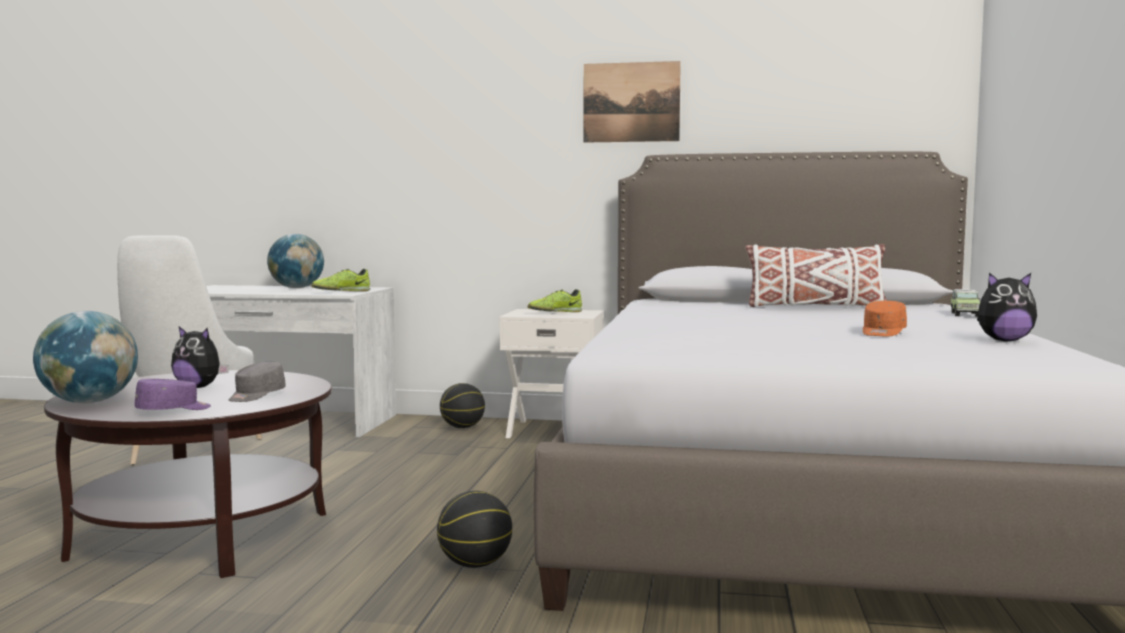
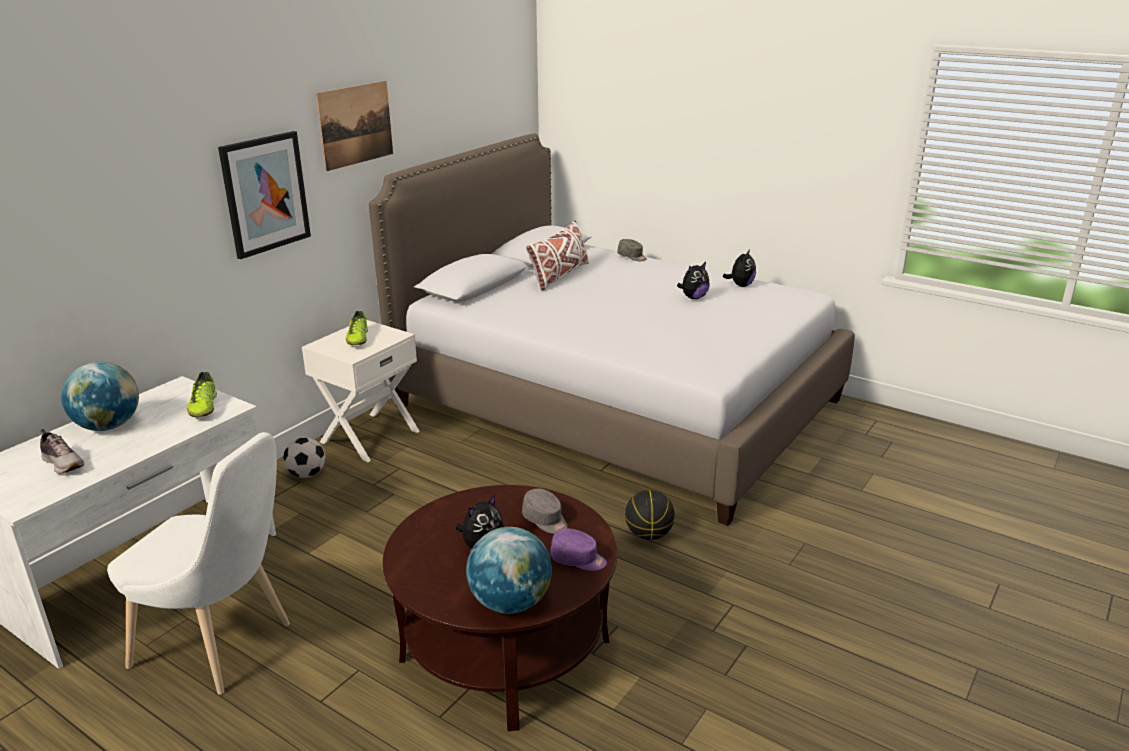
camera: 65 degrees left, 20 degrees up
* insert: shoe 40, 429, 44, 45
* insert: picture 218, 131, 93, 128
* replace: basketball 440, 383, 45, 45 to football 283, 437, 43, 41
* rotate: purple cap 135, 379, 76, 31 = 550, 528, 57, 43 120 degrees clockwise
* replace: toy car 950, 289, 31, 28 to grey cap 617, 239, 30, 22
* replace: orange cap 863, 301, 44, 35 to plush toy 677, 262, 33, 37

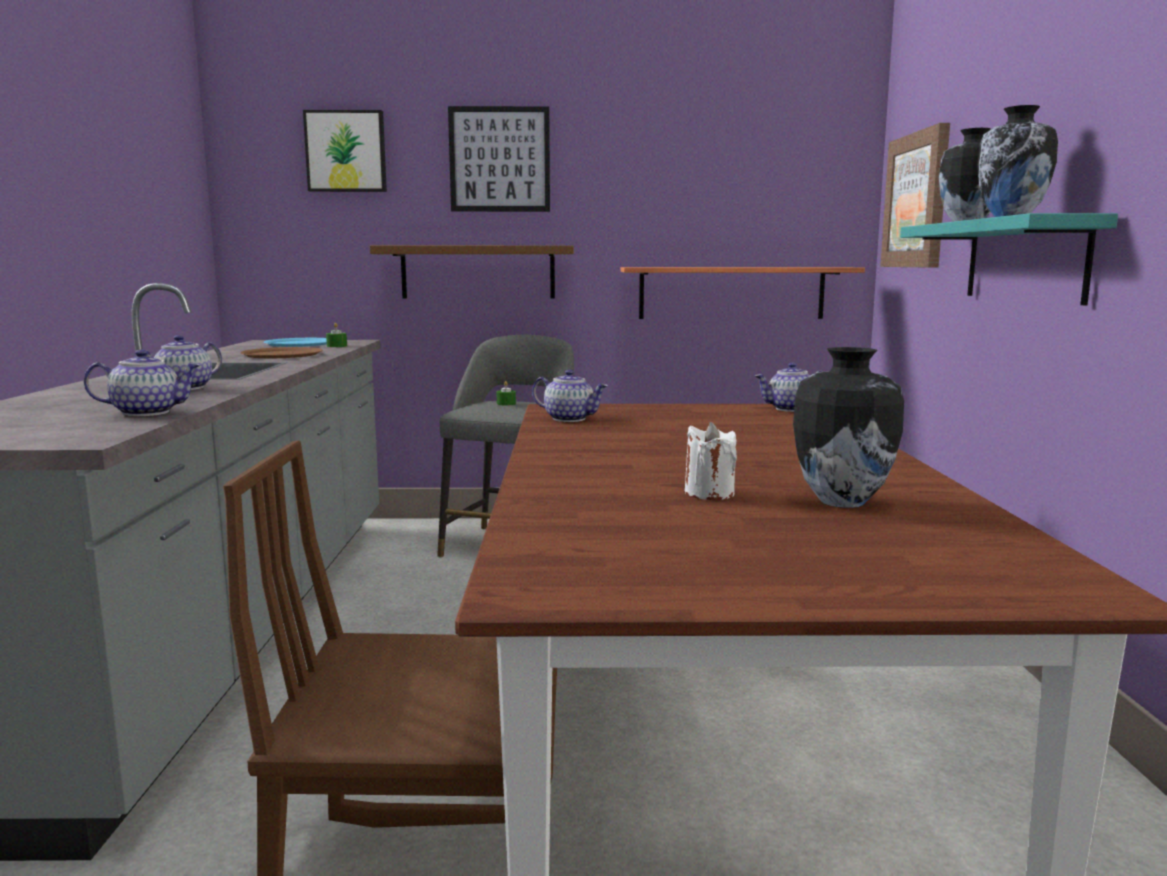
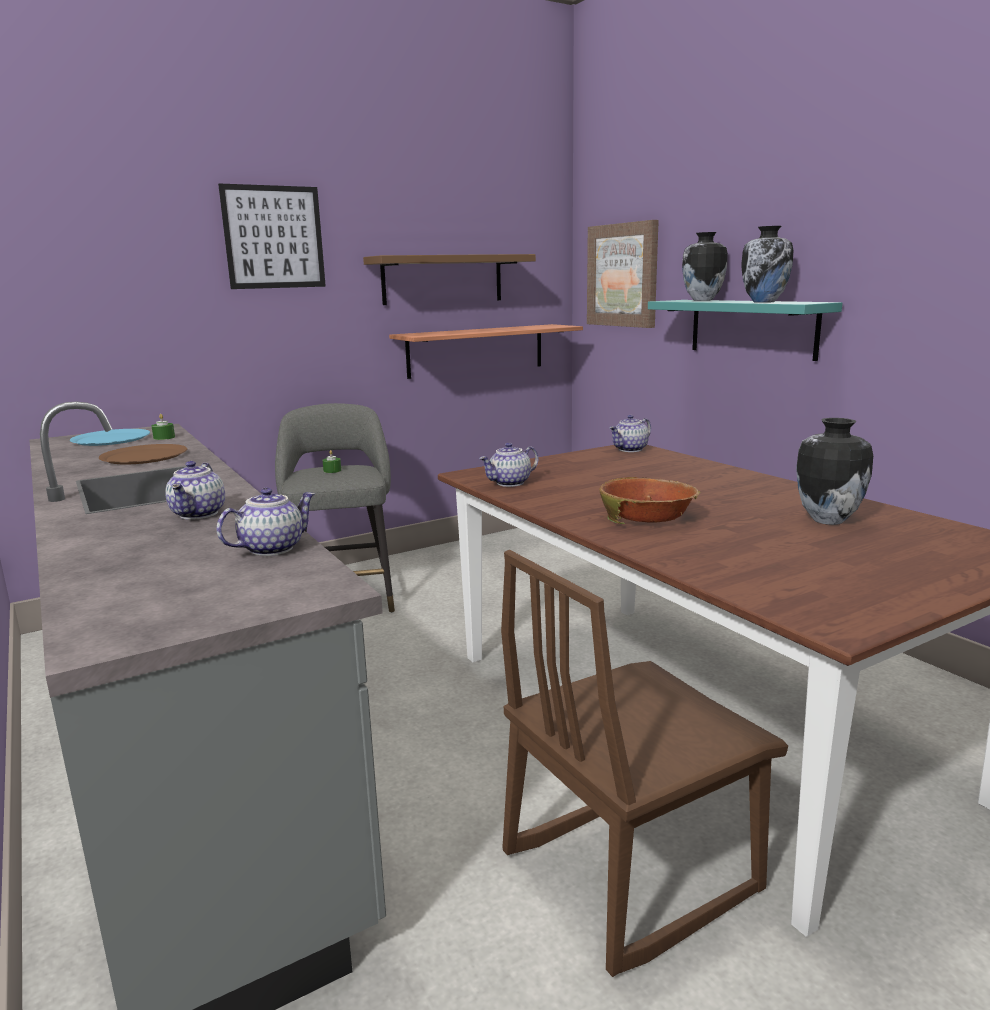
camera: 30 degrees left, 5 degrees up
* move: brown shelf 370, 245, 204, 54 to 363, 254, 173, 51
* rotate: teapot 532, 370, 76, 52 = 479, 442, 60, 45 150 degrees clockwise
* insert: bowl 600, 477, 101, 47
* delete: picture 303, 110, 84, 82
* delete: white candle 685, 422, 52, 78

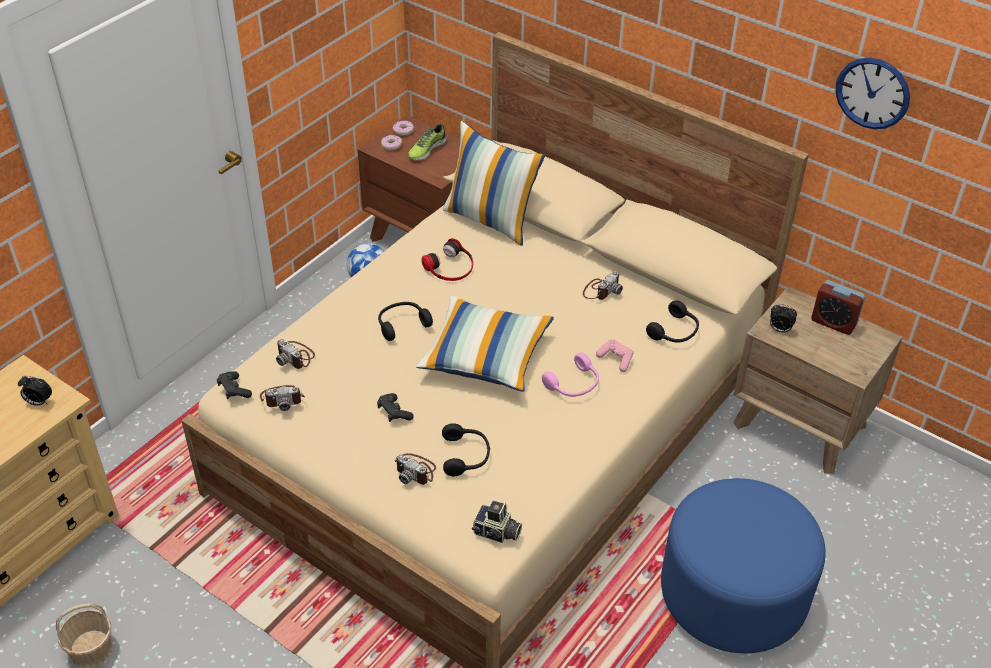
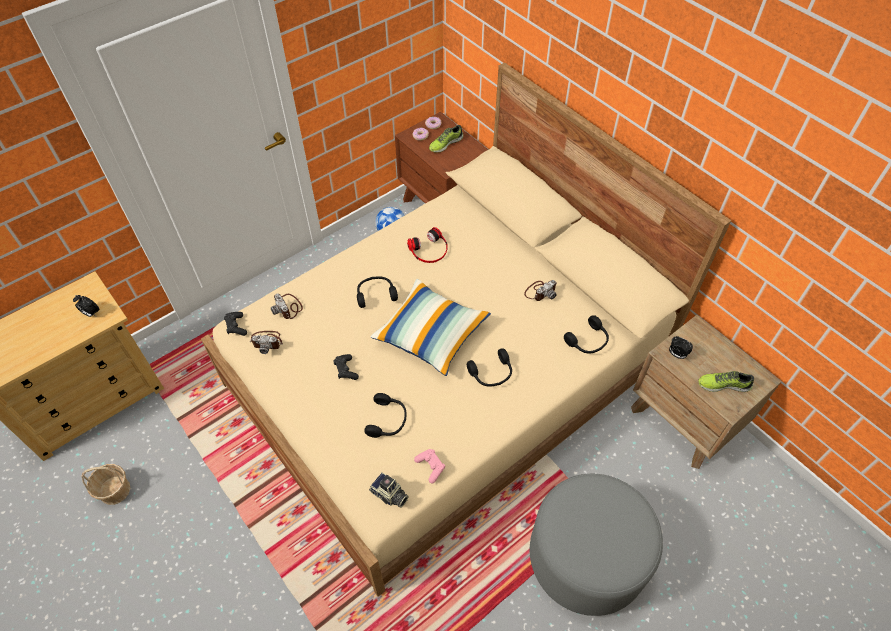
camera: 15 degrees right, 10 degrees up
* move: pink game controller 596, 339, 38, 33 to 414, 449, 31, 35
* recolor: pink headphones 542, 352, 57, 45 to black headphones 467, 348, 45, 39
* recolor: blue ottoman 661, 478, 165, 175 to grey ottoman 530, 474, 133, 142
* insert: shoe 698, 371, 56, 21
* delete: photo camera 395, 453, 41, 32
* delete: pillow 443, 121, 102, 125
* delete: alarm clock 811, 280, 54, 55
* delete: wall clock 835, 58, 75, 71

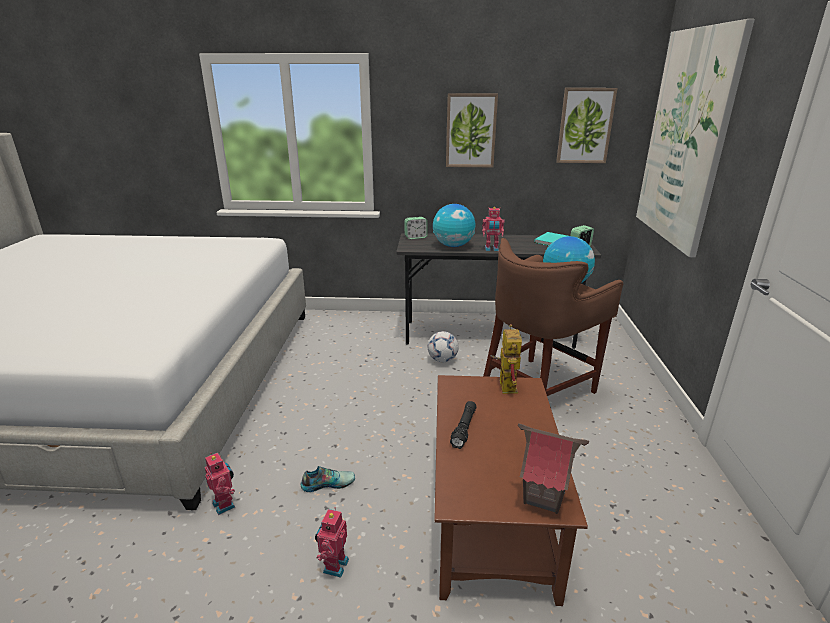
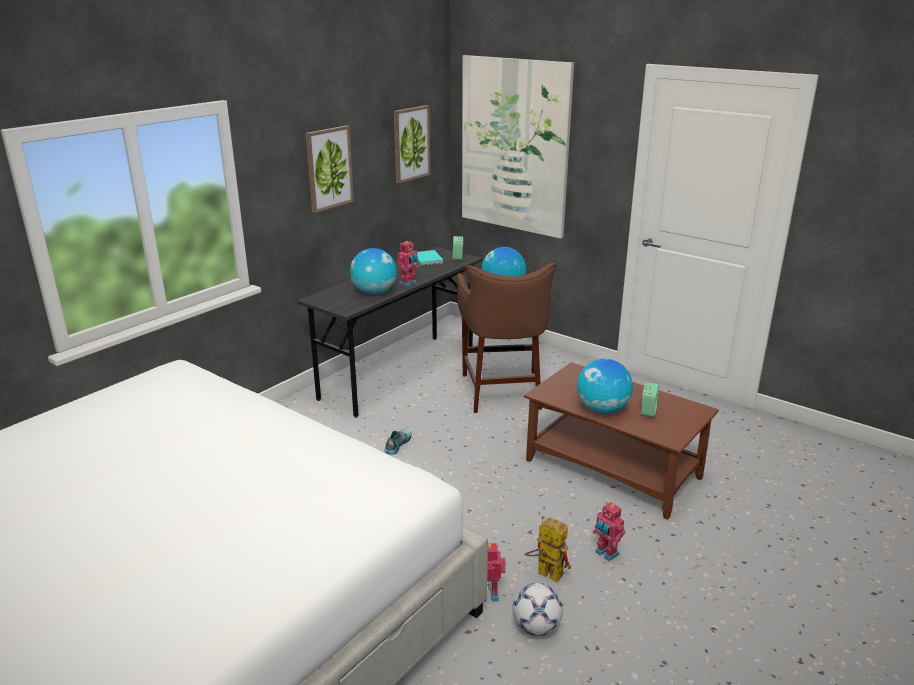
camera: 55 degrees left, 0 degrees up
* move: shoe 301, 466, 54, 26 to 384, 428, 27, 27
* move: football 428, 331, 31, 31 to 512, 583, 51, 53
* move: toy robot 490, 324, 32, 70 to 525, 516, 46, 67
* replace: black flashlight 450, 401, 26, 48 to globe 577, 359, 56, 55
* move: alarm clock 404, 217, 24, 22 to 641, 382, 18, 35
* delete: toy house 518, 424, 71, 90

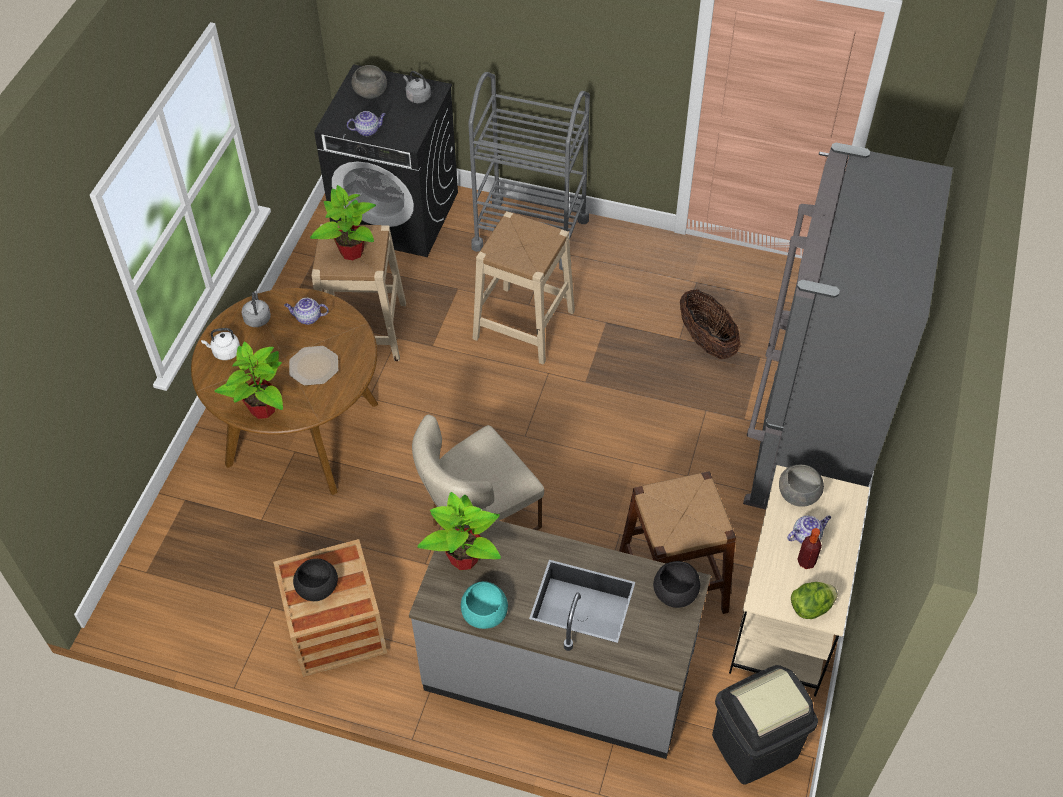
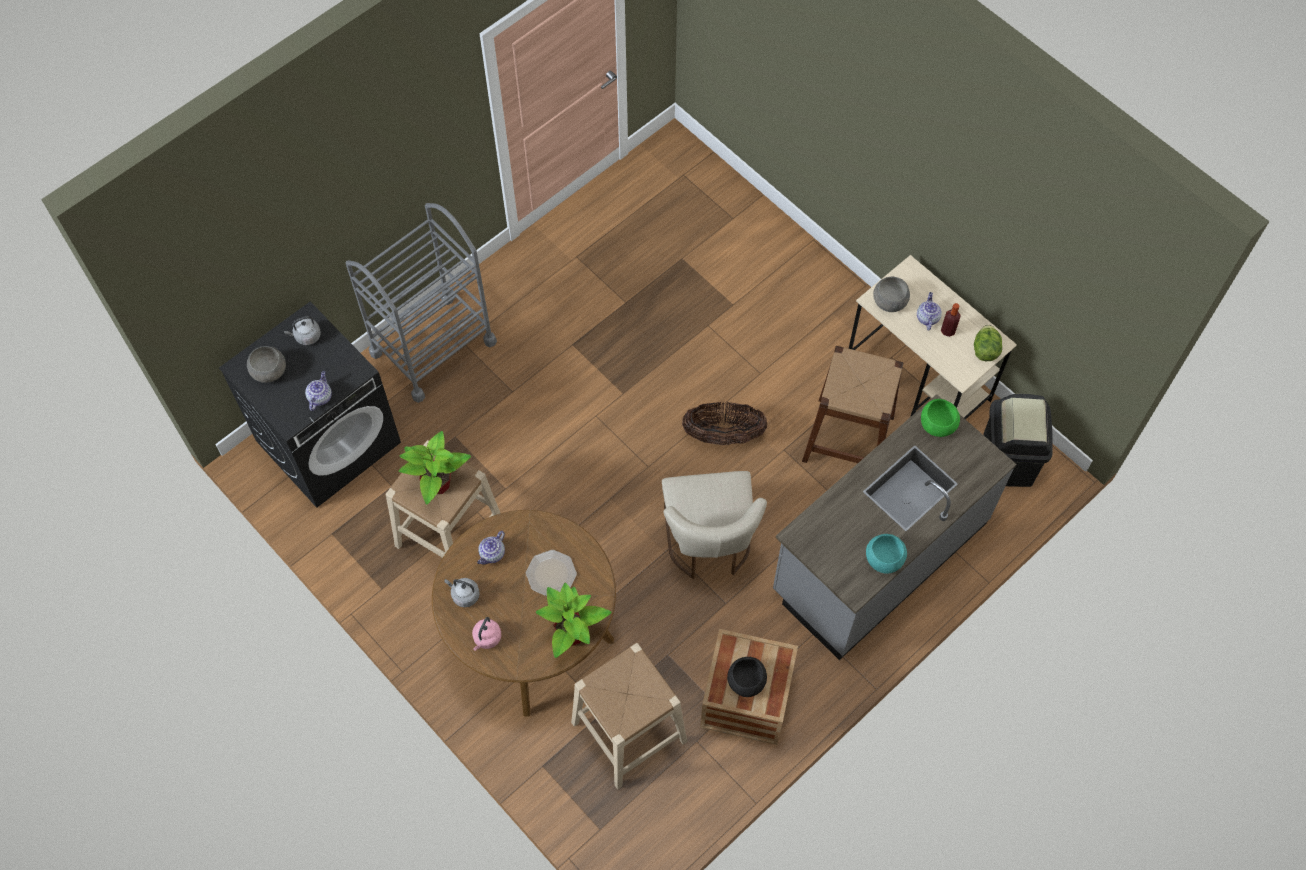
camera: 60 degrees left, 10 degrees up
* recolor: white kettle 201, 328, 39, 32 to pink kettle 472, 617, 29, 34
* move: beige stool 473, 211, 102, 154 to 571, 643, 117, 146
* move: basket 680, 289, 61, 70 to 682, 402, 85, 43
* recolor: black bowl 653, 561, 47, 47 to green bowl 921, 399, 39, 38
* delete: potted plant 417, 492, 84, 78
* delete: grey fridge 743, 143, 210, 367

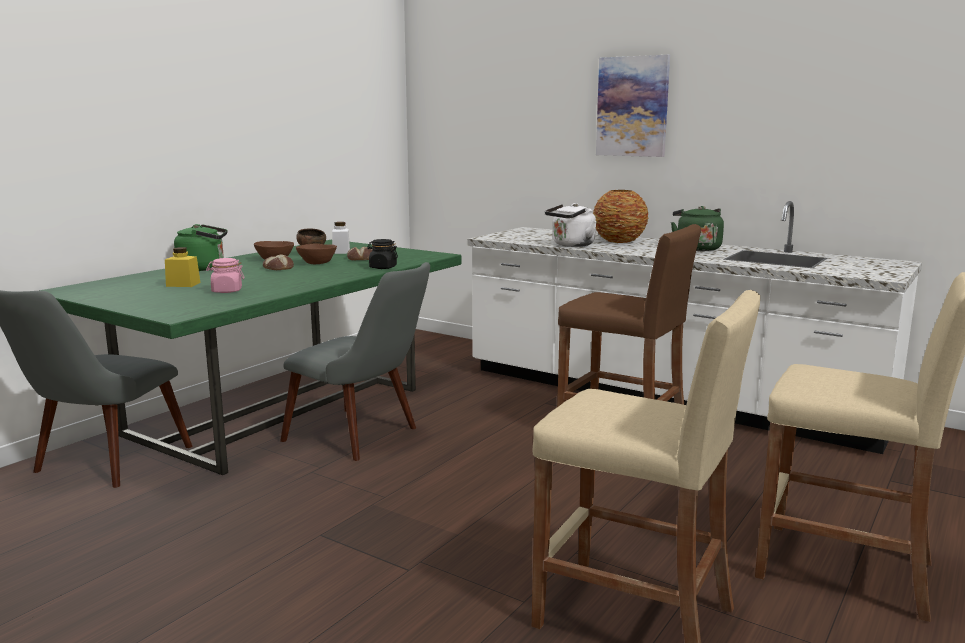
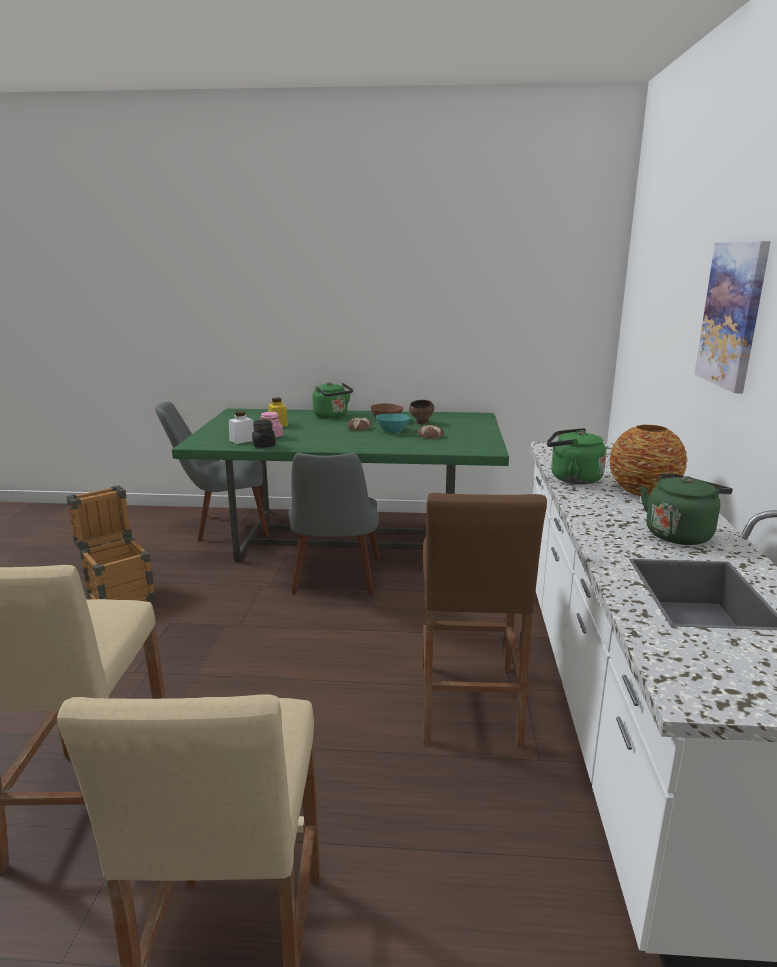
camera: 60 degrees right, 5 degrees up
* insert: crate 66, 485, 90, 117
* move: white jar 332, 222, 18, 32 to 229, 411, 25, 33
* move: black jar 367, 239, 31, 30 to 252, 420, 24, 28
* recolor: brown bowl 296, 244, 41, 20 to turquoise bowl 376, 413, 34, 20
* recolor: white kettle 545, 203, 52, 44 to green kettle 547, 428, 60, 56

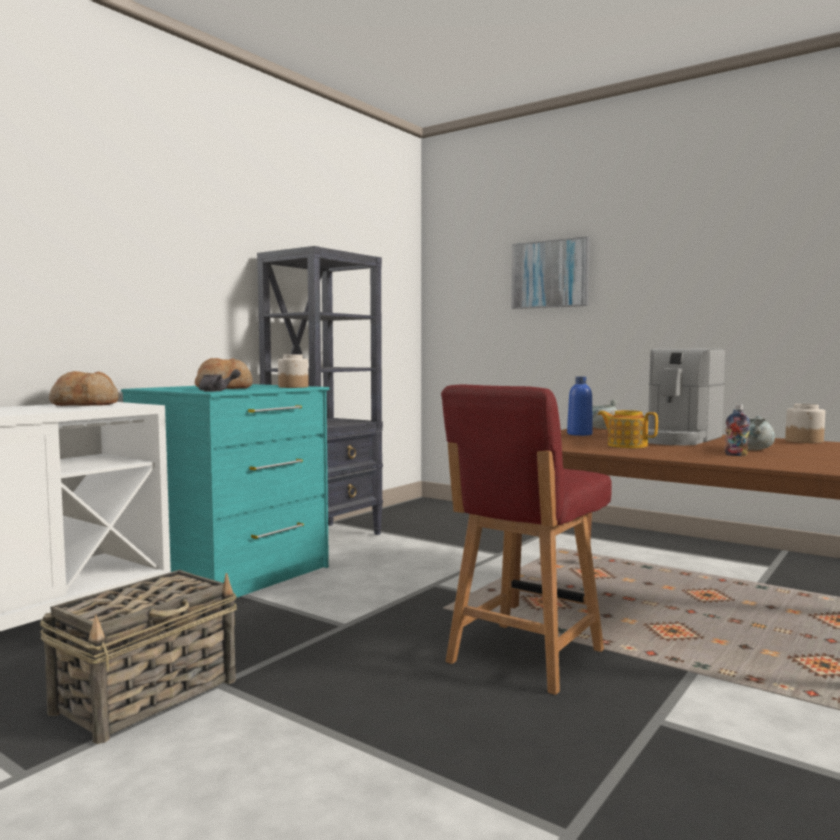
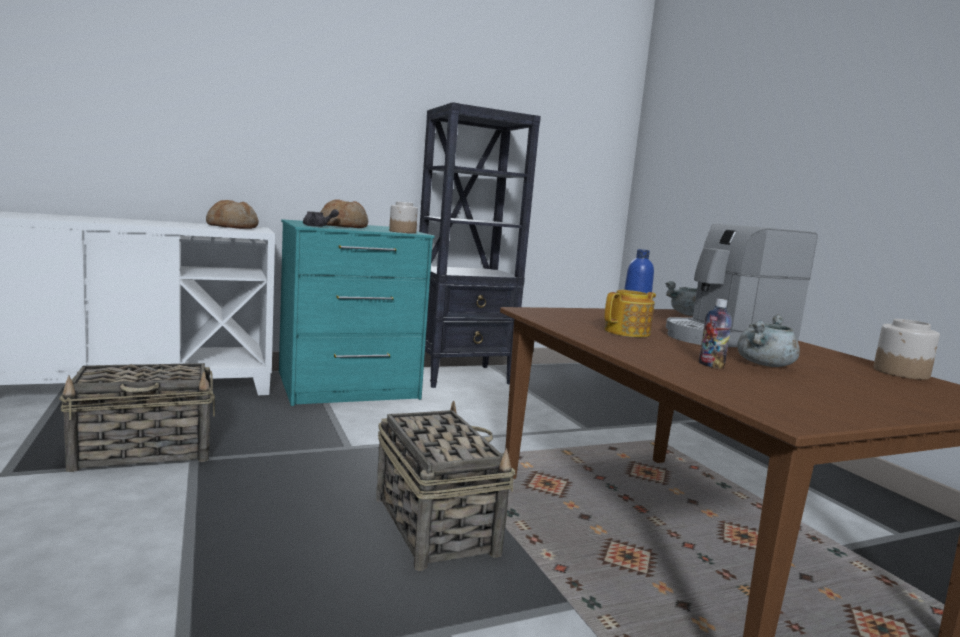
camera: 30 degrees right, 5 degrees up
* replace: red chair 441, 385, 171, 310 to basket 376, 401, 140, 170
* rotate: teapot 598, 410, 60, 38 = 604, 290, 52, 47 75 degrees clockwise
* delete: picture 512, 236, 78, 73

